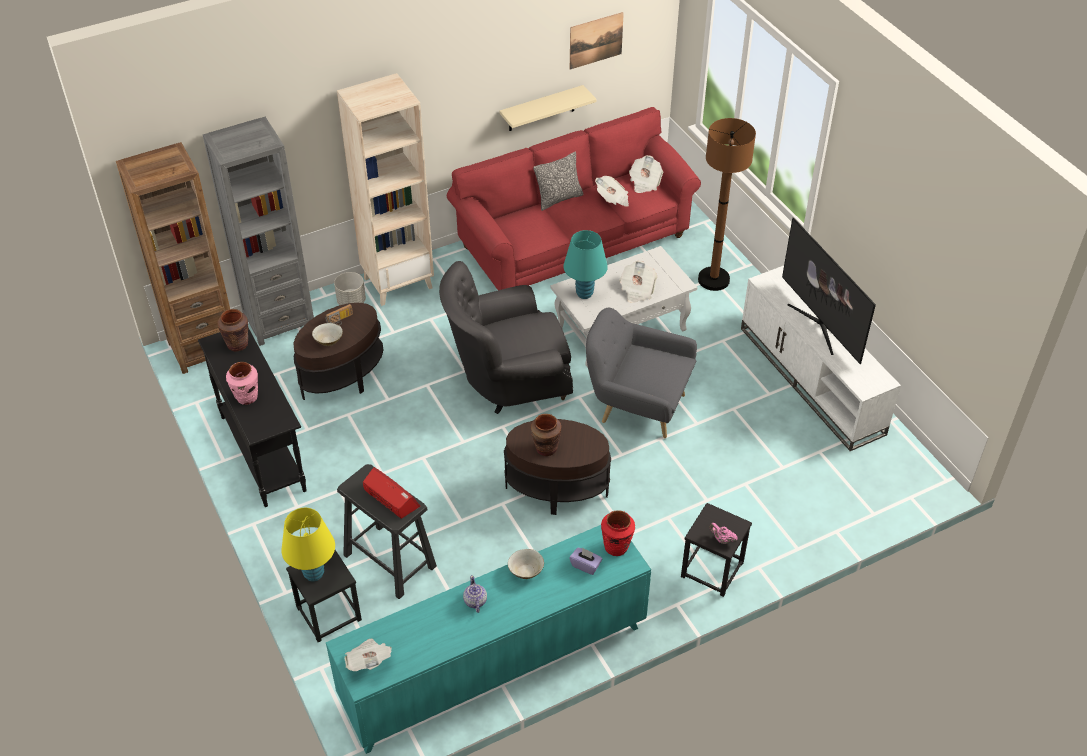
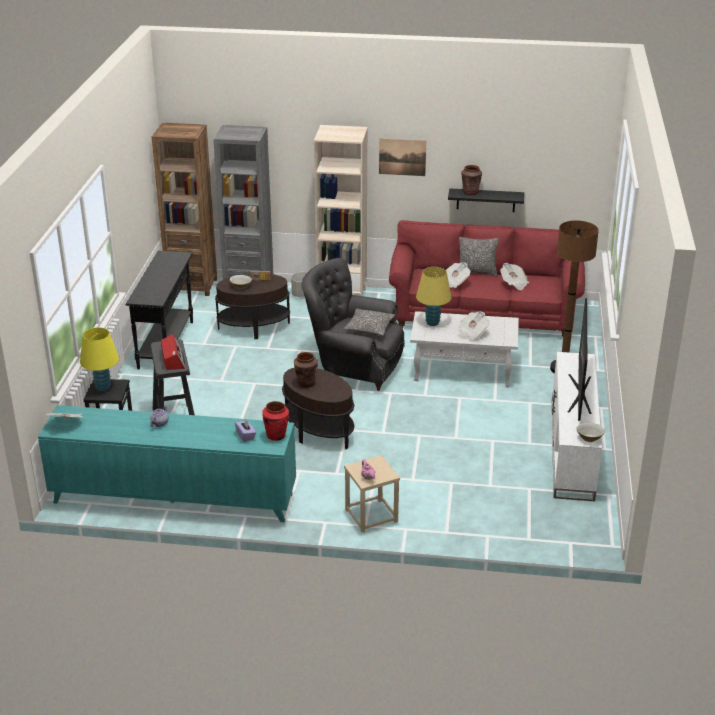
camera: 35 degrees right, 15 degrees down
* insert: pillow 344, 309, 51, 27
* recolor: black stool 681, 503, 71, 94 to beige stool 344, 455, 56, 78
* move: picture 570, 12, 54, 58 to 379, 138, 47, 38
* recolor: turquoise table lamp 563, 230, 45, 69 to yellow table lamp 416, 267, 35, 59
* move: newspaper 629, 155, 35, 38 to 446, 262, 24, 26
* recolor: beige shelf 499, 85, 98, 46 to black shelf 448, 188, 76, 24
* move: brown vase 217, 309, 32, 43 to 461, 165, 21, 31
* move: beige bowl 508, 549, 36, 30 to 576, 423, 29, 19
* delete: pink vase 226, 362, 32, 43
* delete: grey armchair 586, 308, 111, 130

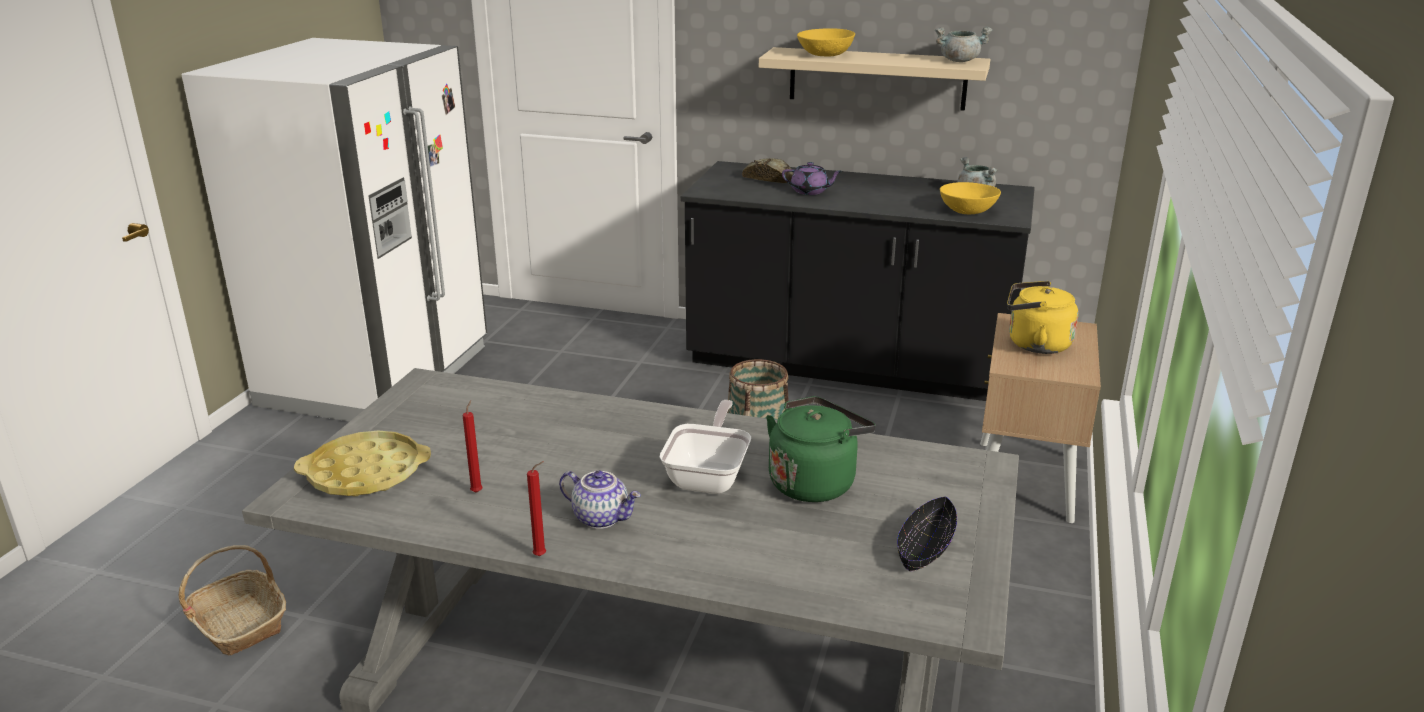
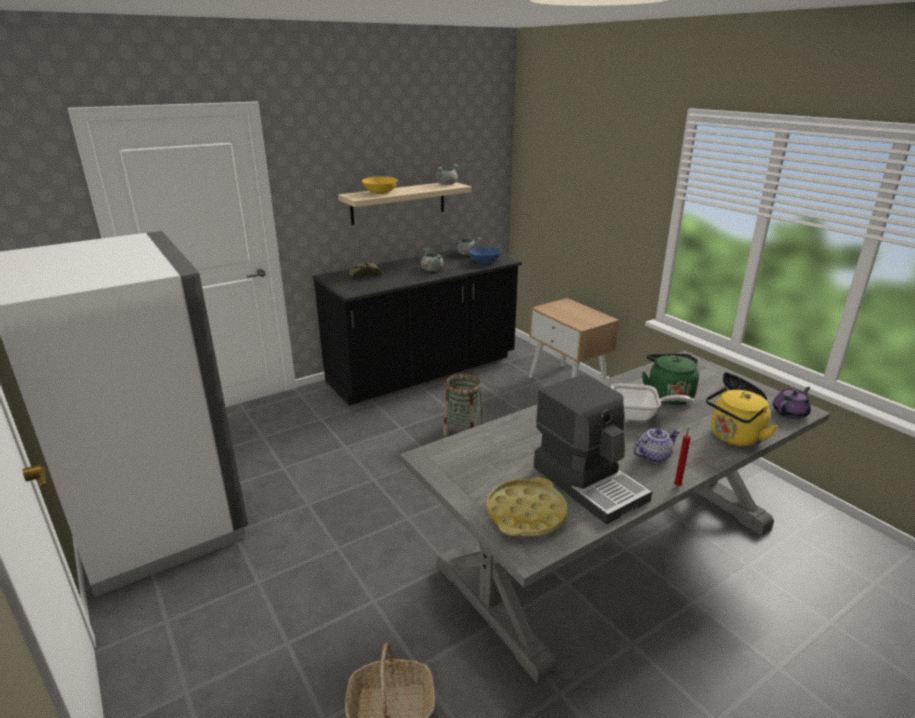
camera: 50 degrees left, 0 degrees up
* insert: grey cooking pot 421, 248, 23, 23
* recolor: yellow bowl 940, 182, 61, 32 to blue bowl 468, 247, 33, 17
* replace: red candle 462, 400, 21, 93 to coffee machine 534, 374, 118, 150
* rotate: frying pan 660, 400, 91, 94 = 611, 383, 83, 38 135 degrees clockwise
* move: yellow kettle 1007, 281, 71, 73 to 706, 387, 72, 60
* move: purple teapot 782, 162, 60, 33 to 773, 387, 38, 32

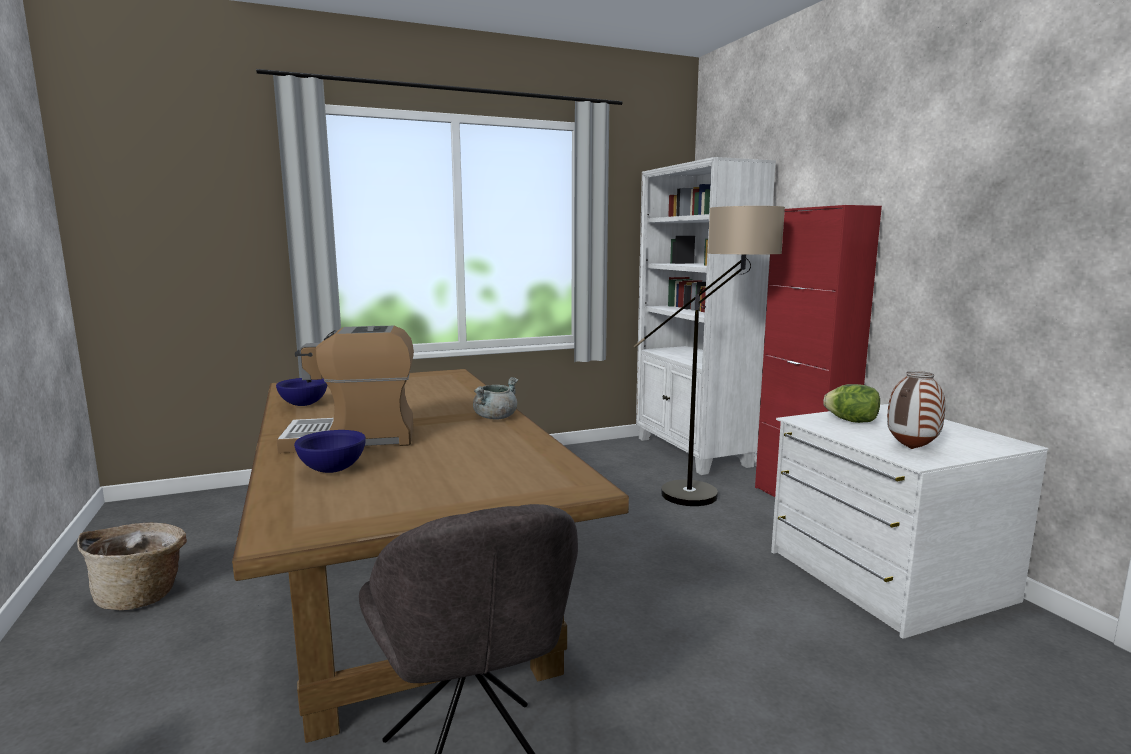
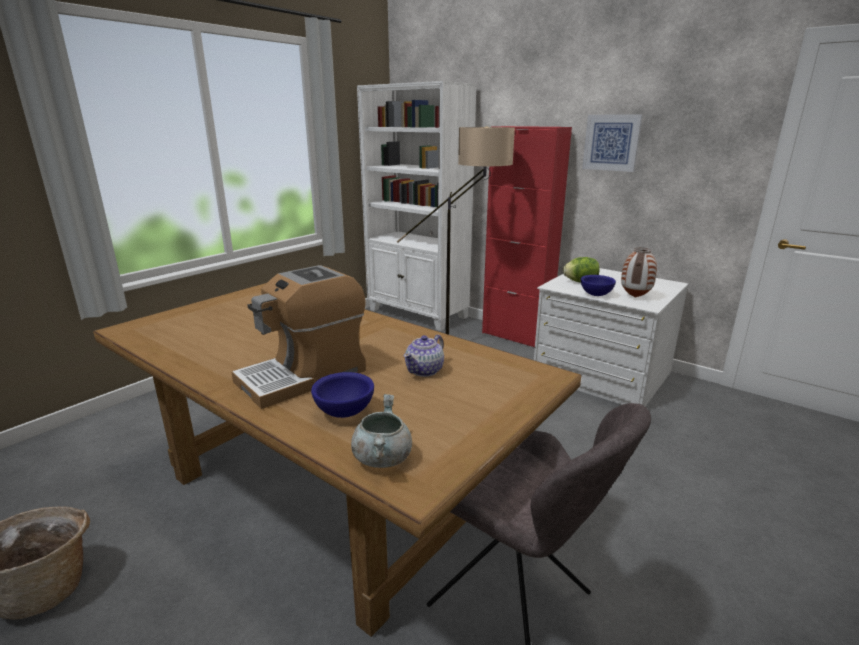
camera: 30 degrees left, 10 degrees up
* move: grey cooking pot 473, 377, 45, 42 to 351, 394, 61, 74
* insert: teapot 404, 335, 40, 42
* move: blue bowl 276, 378, 51, 28 to 581, 275, 35, 21
* insert: picture 582, 114, 61, 58

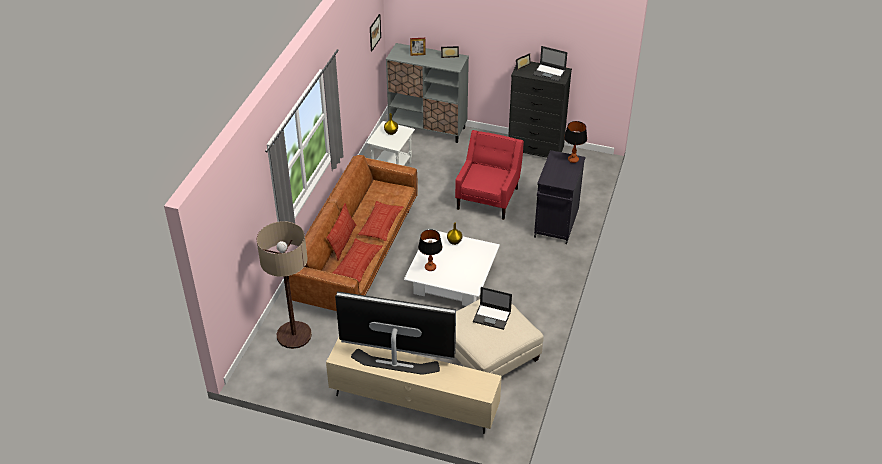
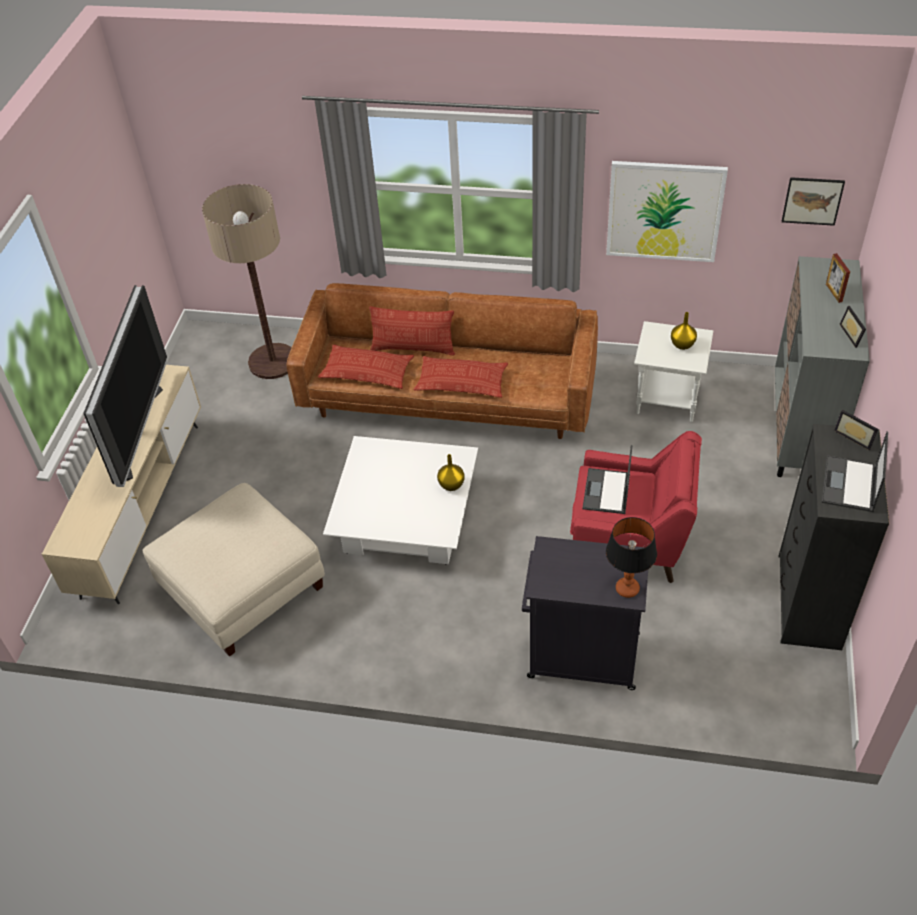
camera: 85 degrees right, 5 degrees up
* move: laptop 473, 287, 39, 43 to 582, 445, 50, 69
* insert: picture 606, 161, 122, 101
* delete: table lamp 418, 230, 24, 41

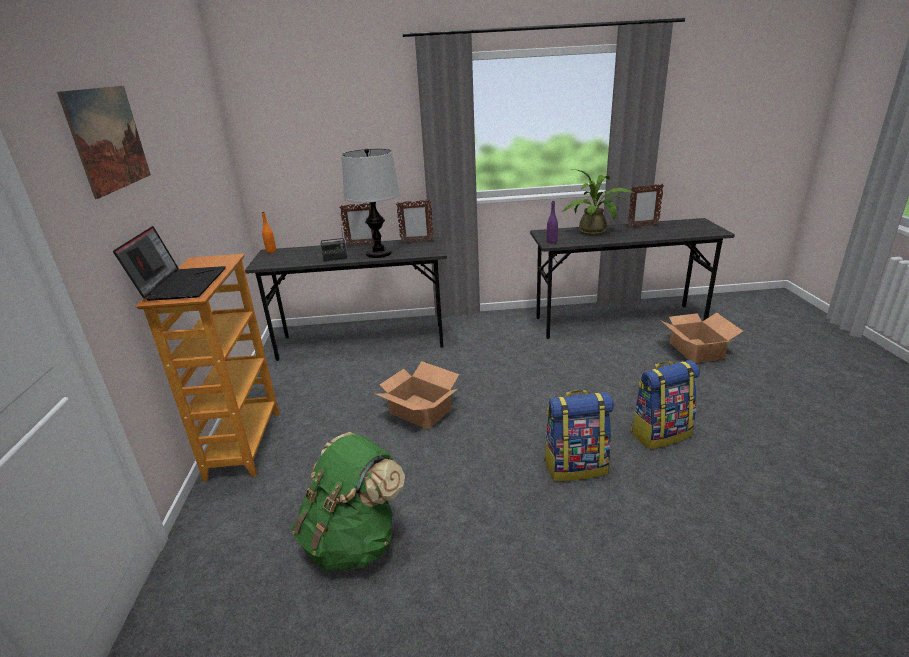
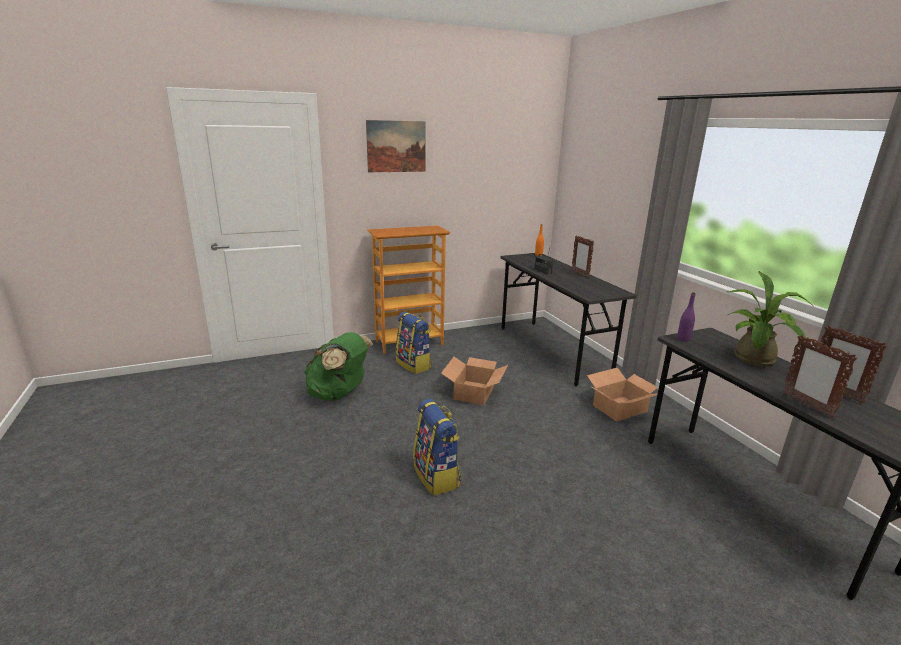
camera: 70 degrees right, 5 degrees down
* move: backpack 631, 360, 69, 89 to 396, 312, 36, 62
* move: cardboard box 660, 313, 83, 50 to 587, 367, 71, 55
* move: picture frame 396, 200, 38, 43 to 783, 335, 74, 83
* delete: laptop 113, 226, 113, 75
* delete: table lamp 342, 149, 58, 109

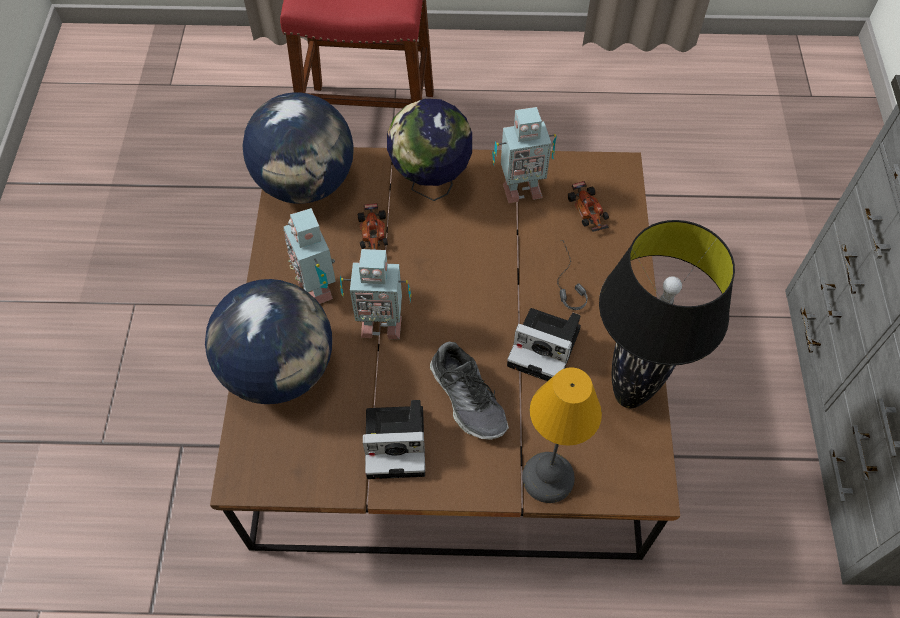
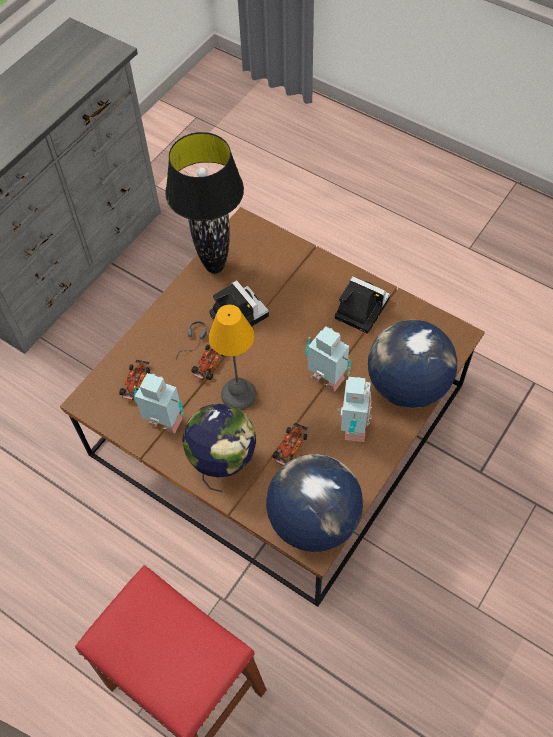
camera: 145 degrees left, 0 degrees up
* insert: toy car 191, 344, 33, 36
* move: table lamp 522, 367, 80, 136 to 209, 305, 47, 105
* delete: shoe 430, 342, 79, 98

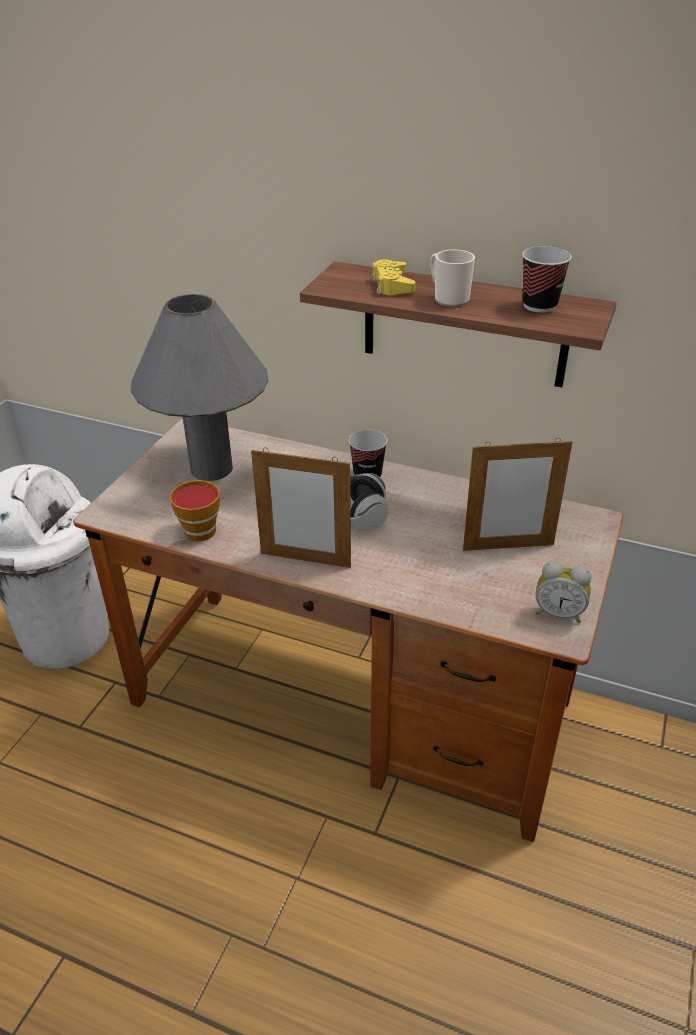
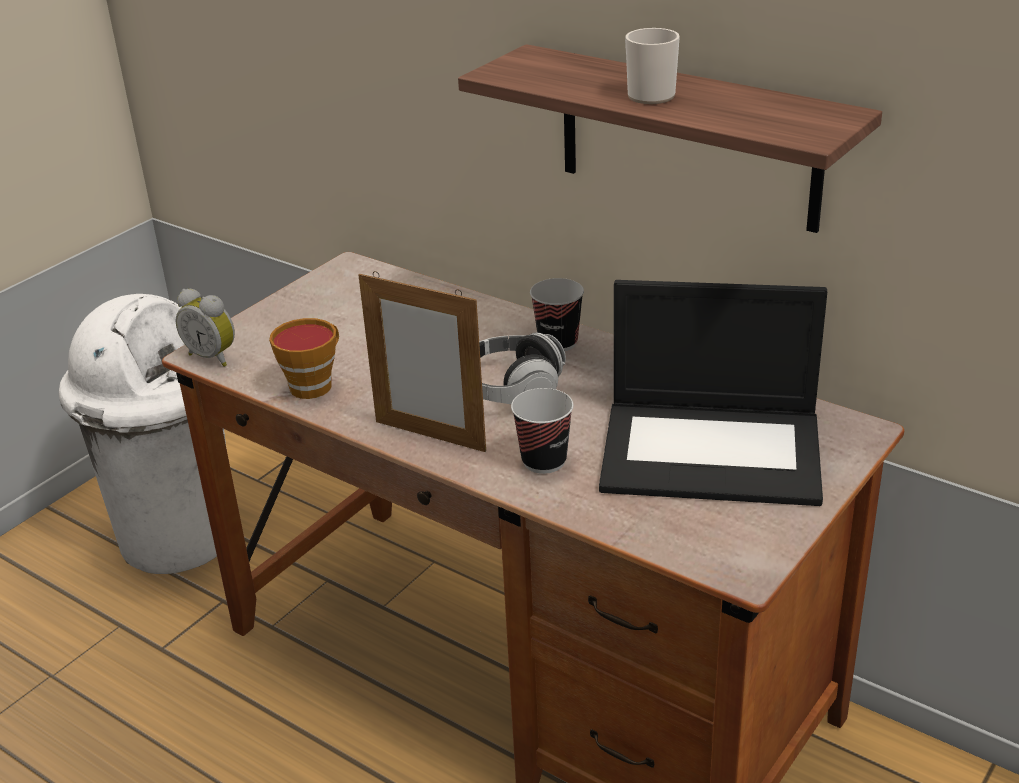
camera: 15 degrees right, 5 degrees down
* move: alarm clock 536, 561, 56, 62 to 176, 289, 59, 78
* move: cup 522, 246, 50, 67 to 511, 388, 63, 86
* replace: picture frame 463, 438, 109, 113 to laptop 599, 280, 228, 226
* delete: grey table lamp 131, 294, 138, 187
* delete: yellow game controller 371, 259, 45, 36

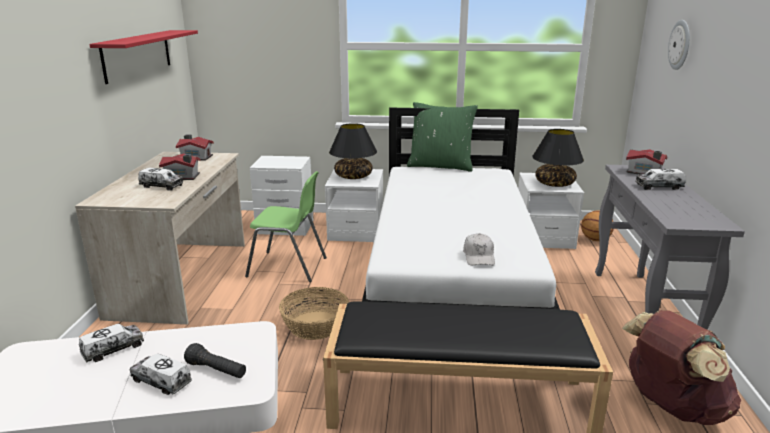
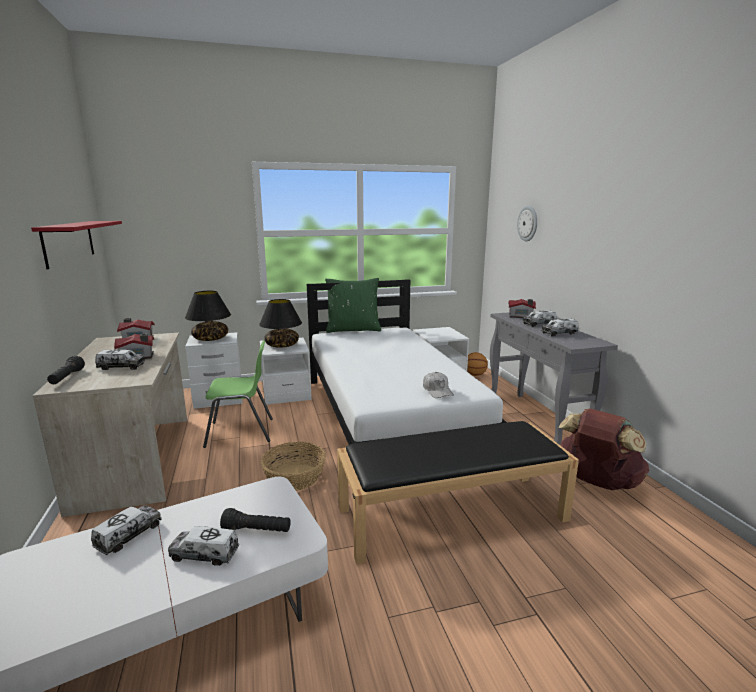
camera: 20 degrees left, 5 degrees down
* insert: black flashlight 47, 356, 38, 28
* move: black table lamp 532, 129, 52, 58 to 185, 291, 46, 50
* insert: toy truck 541, 318, 38, 19

